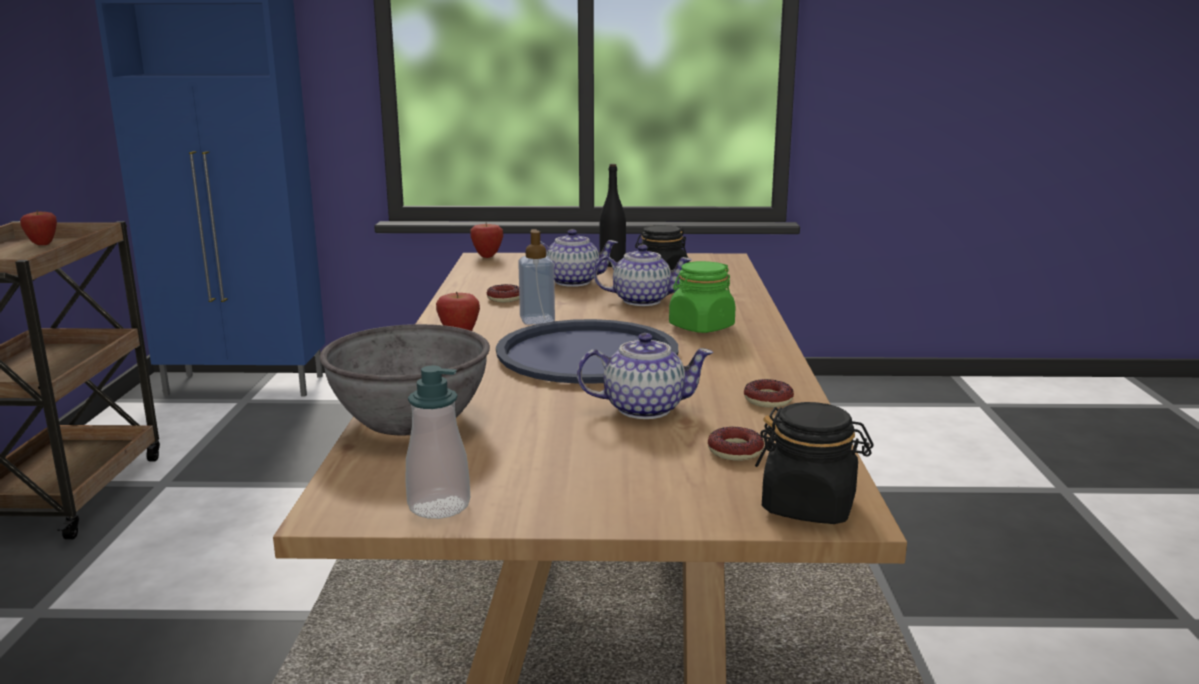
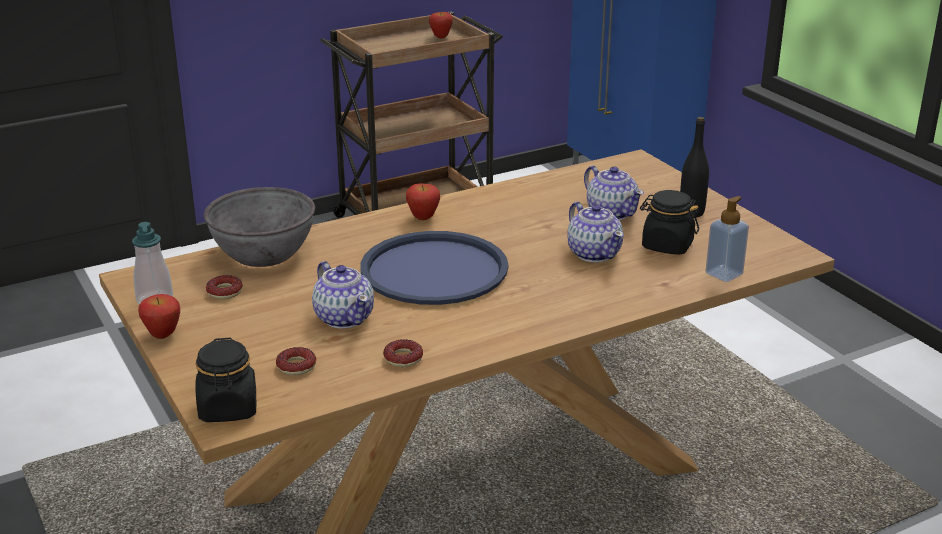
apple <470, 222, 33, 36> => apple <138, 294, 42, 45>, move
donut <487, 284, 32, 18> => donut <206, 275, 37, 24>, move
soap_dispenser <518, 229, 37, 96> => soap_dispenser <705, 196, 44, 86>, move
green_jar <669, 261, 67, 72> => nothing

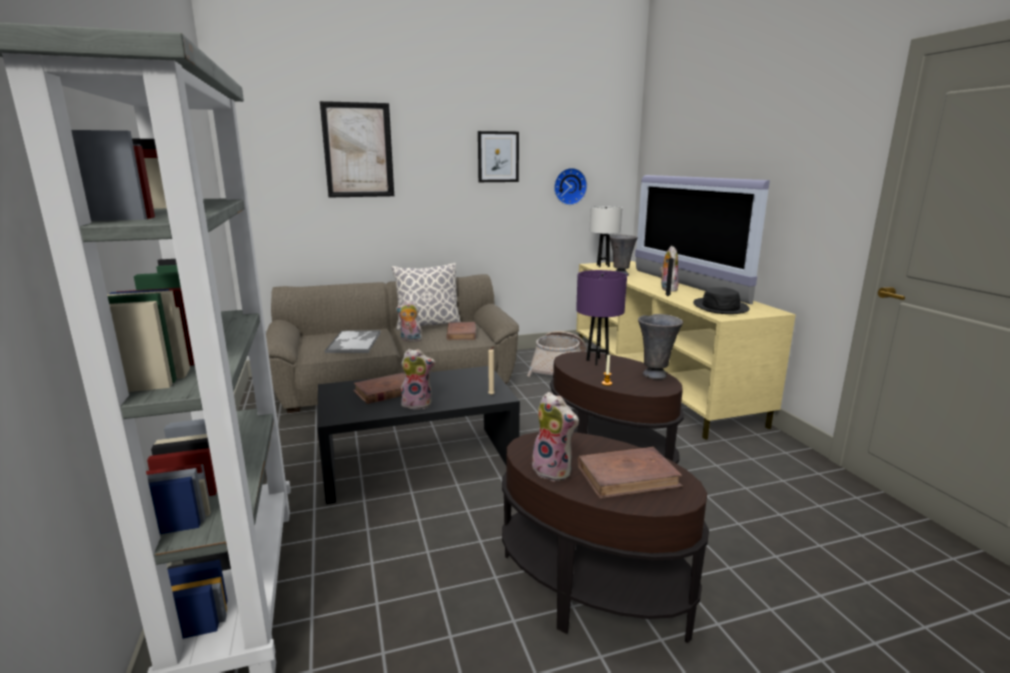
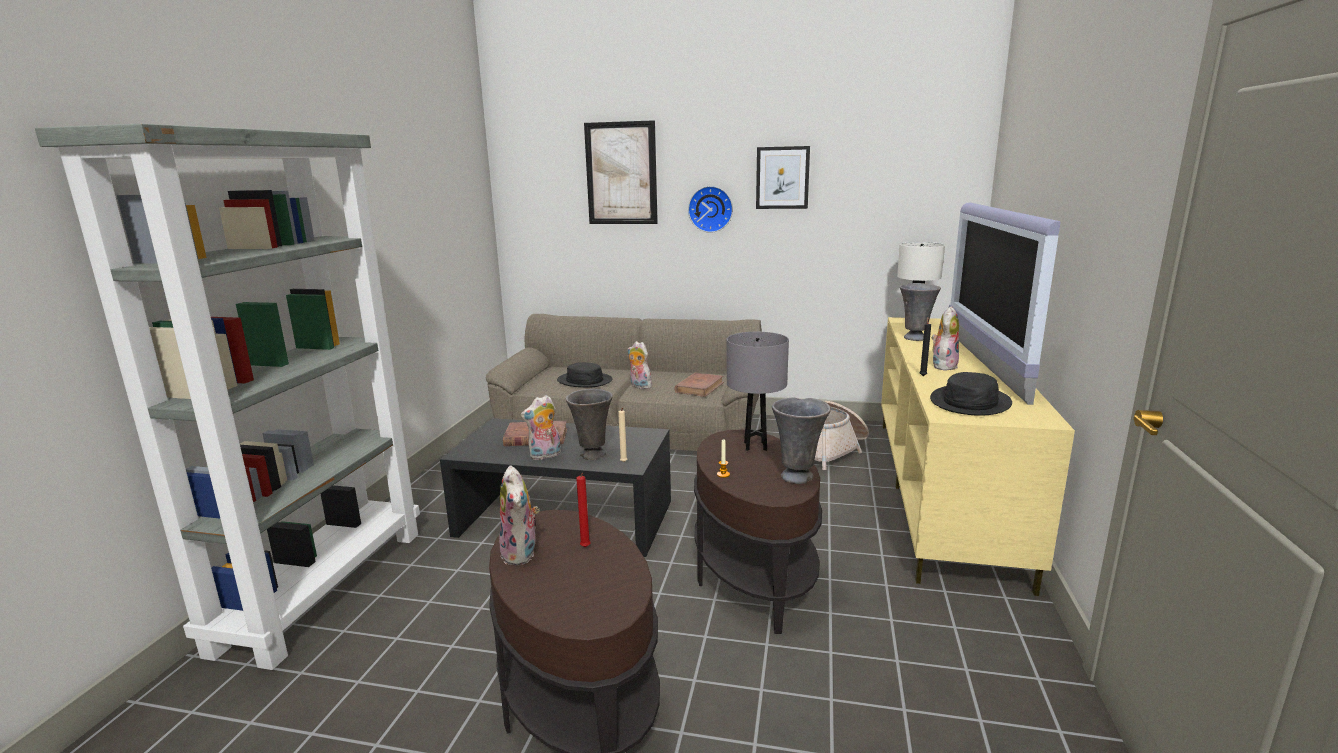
tray <324, 330, 57, 23> => black_hat <557, 362, 56, 26>
pillow <392, 263, 69, 67> => nothing
plush_toy <401, 349, 34, 61> => plush_toy <521, 395, 40, 65>, 120 degrees clockwise
wall_clock <554, 168, 33, 37> => wall_clock <688, 186, 45, 47>, move
purple_table_lamp <576, 270, 51, 95> => grey_table_lamp <727, 332, 62, 119>
brown_book <578, 447, 105, 52> => nothing
nothing => grey_vase <566, 389, 47, 71>
nothing => red_candle <576, 473, 15, 74>

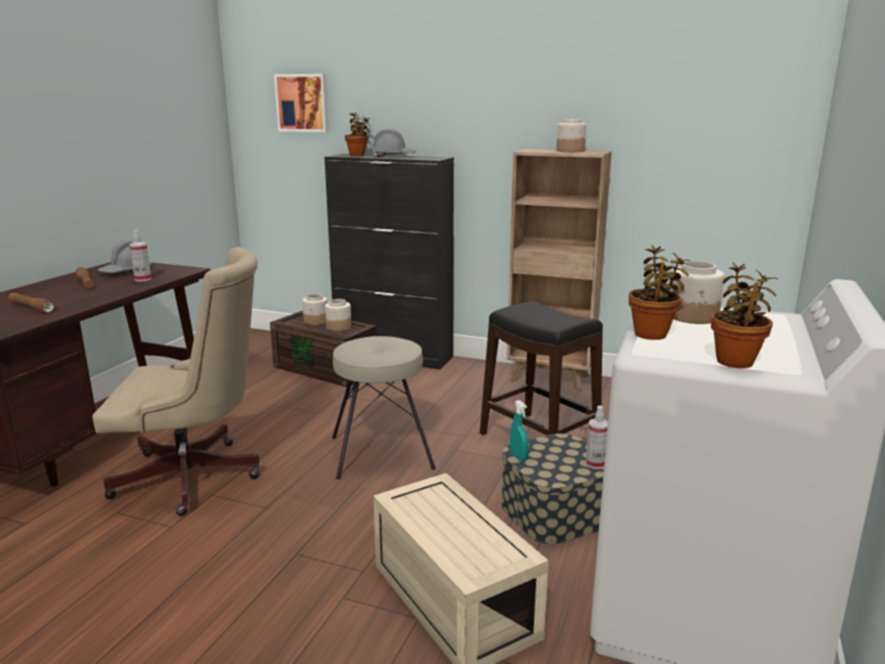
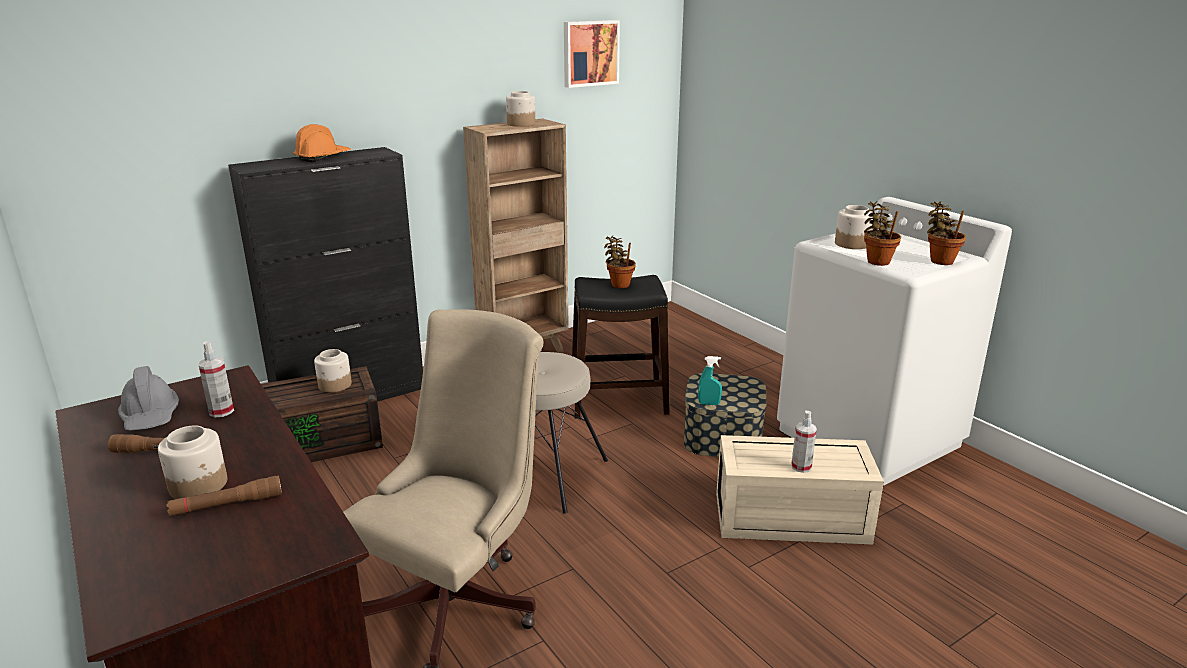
picture <274, 74, 55, 58> => picture <564, 20, 56, 68>, move
jar <302, 294, 26, 31> => jar <158, 426, 69, 73>, move
potted_plant <345, 113, 26, 43> => potted_plant <604, 236, 32, 52>, move
grey_hard_hat <373, 129, 43, 28> => orange_hard_hat <293, 124, 58, 38>
spray_bottle <586, 406, 22, 63> => spray_bottle <791, 411, 26, 62>, move

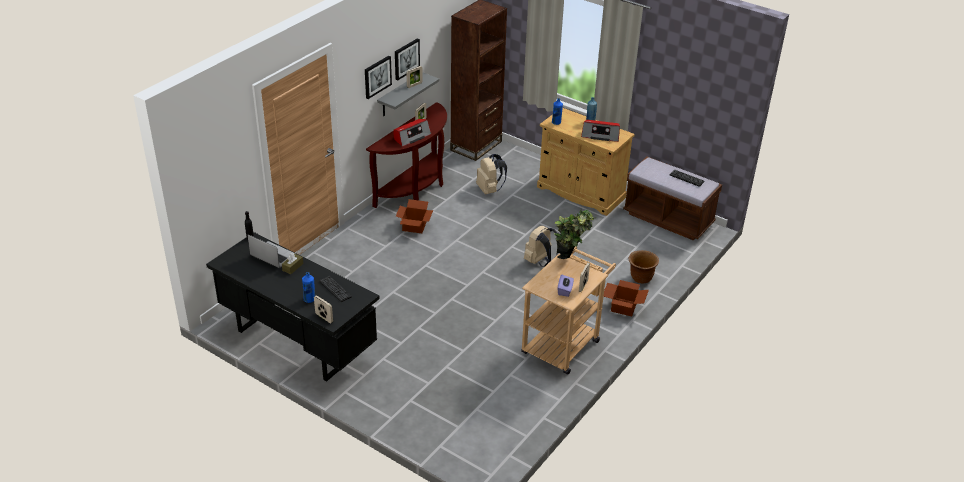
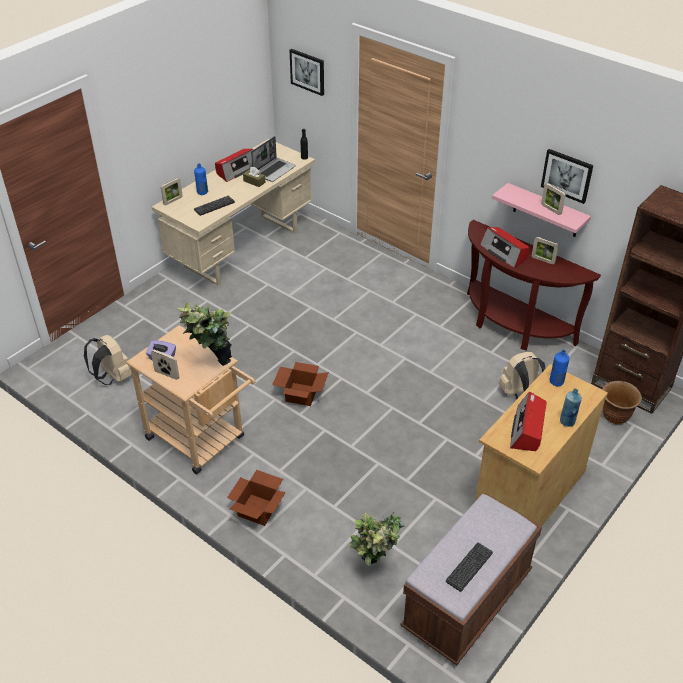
black_desk <206, 232, 174, 149> => beige_desk <152, 139, 163, 147>
picture <365, 56, 27, 43> => picture <289, 49, 35, 47>, move
grey_shelf <377, 72, 62, 44> => pink_shelf <492, 183, 99, 54>
cardboard_box <396, 199, 37, 34> => cardboard_box <272, 362, 57, 44>, move
beige_backpack <524, 226, 33, 41> => beige_backpack <84, 335, 48, 50>, move
brown_planter <629, 250, 30, 34> => brown_planter <602, 381, 40, 43>, move
nothing => radio <215, 149, 38, 33>
nothing => potted_plant <349, 512, 55, 54>

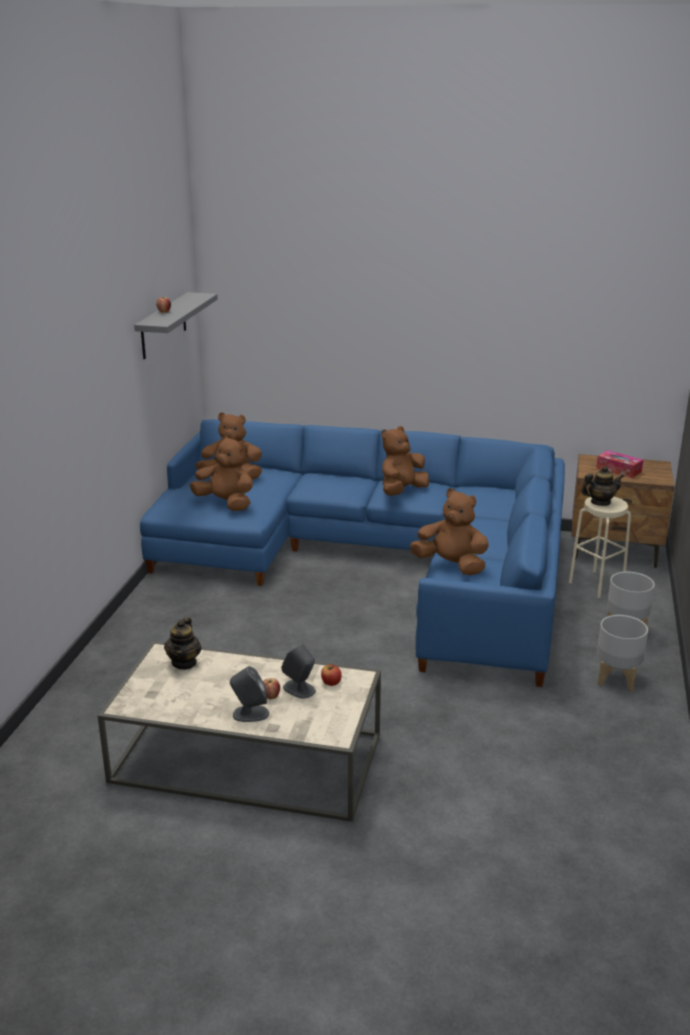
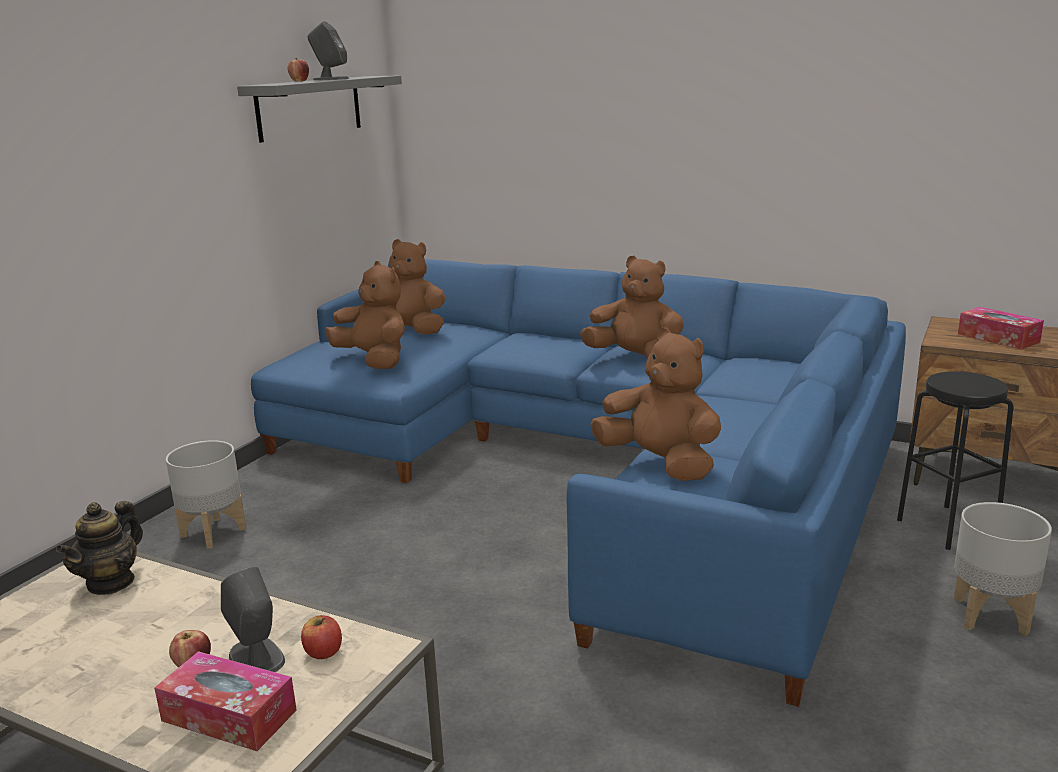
grey_speaker <230, 666, 39, 56> => grey_speaker <308, 21, 41, 59>, move
brown_plush_toy <381, 426, 48, 70> => brown_plush_toy <580, 255, 104, 104>, 60 degrees clockwise
beige_stool <569, 497, 62, 101> => black_stool <897, 372, 116, 178>
teapot <581, 466, 43, 40> => nothing
grey_planter <597, 615, 51, 77> => grey_planter <166, 440, 80, 108>, move
nothing => tissue_box <154, 651, 143, 100>

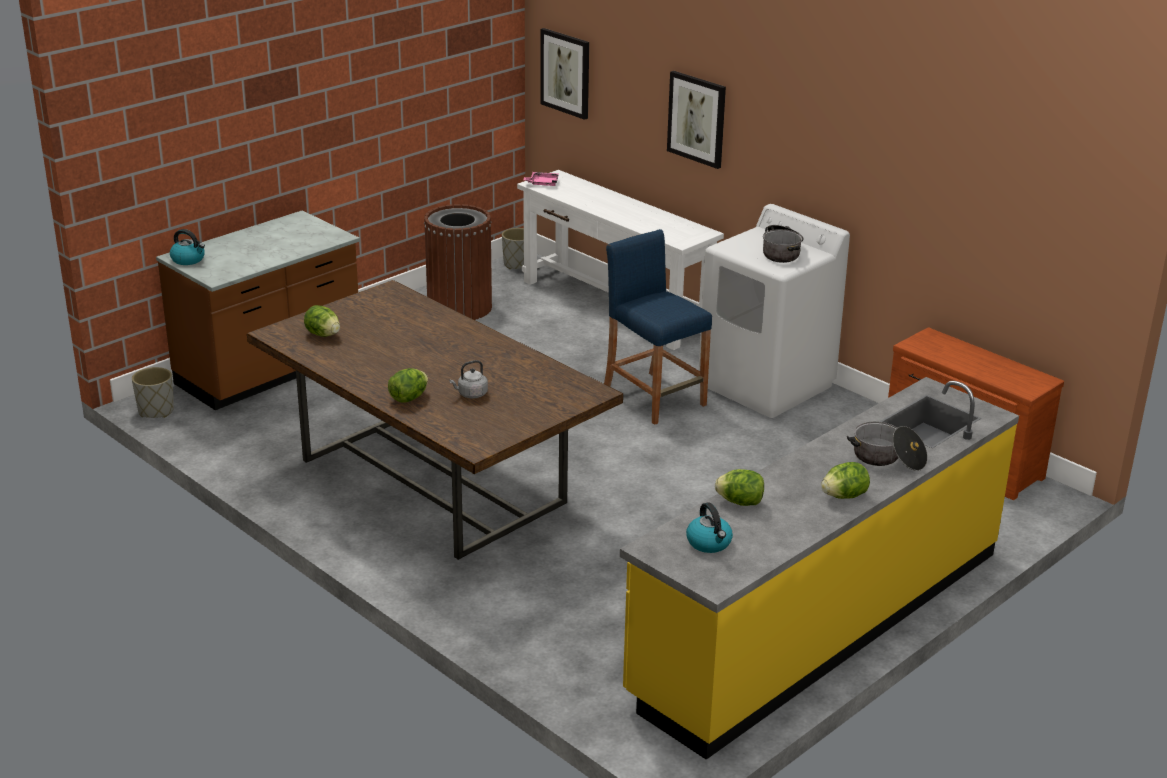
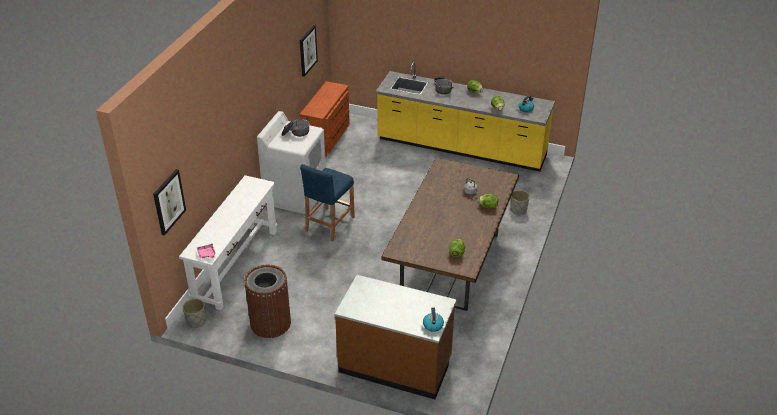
grey_planter <132, 367, 42, 51> => grey_planter <510, 190, 20, 25>, move
picture <667, 71, 59, 98> => picture <300, 25, 18, 52>, move

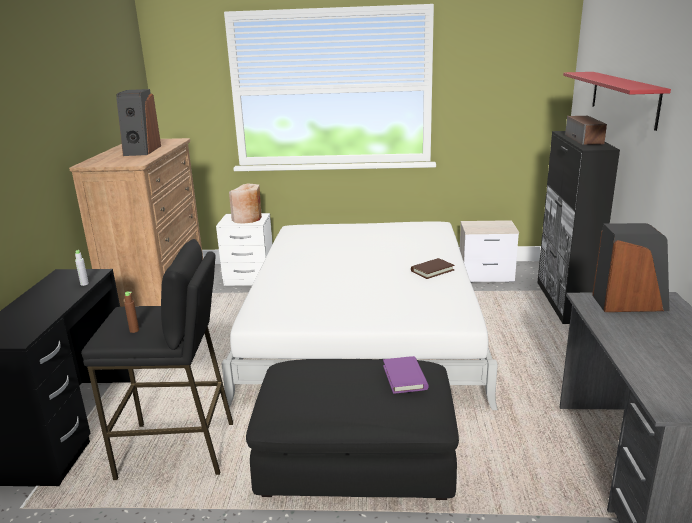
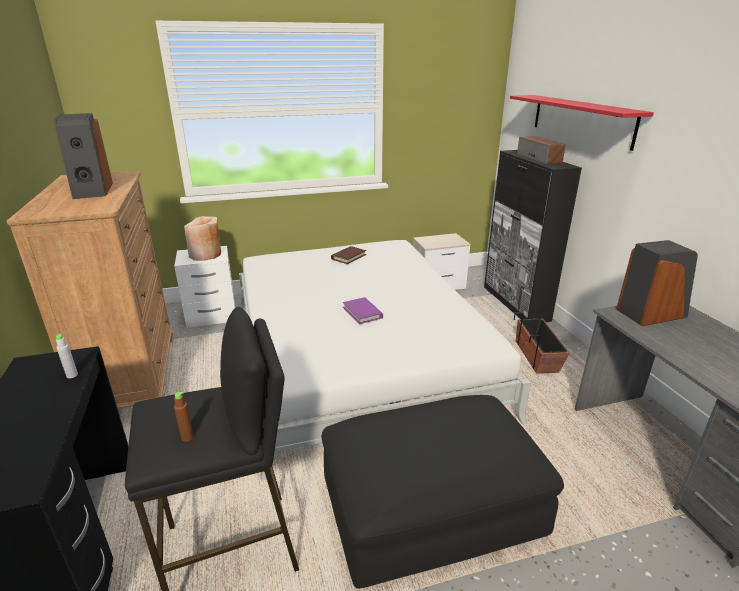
purple_book <383, 356, 45, 38> => purple_book <343, 297, 40, 27>, move
brown_book <411, 258, 44, 21> => brown_book <331, 246, 35, 18>, move
nothing => planter <514, 312, 56, 62>

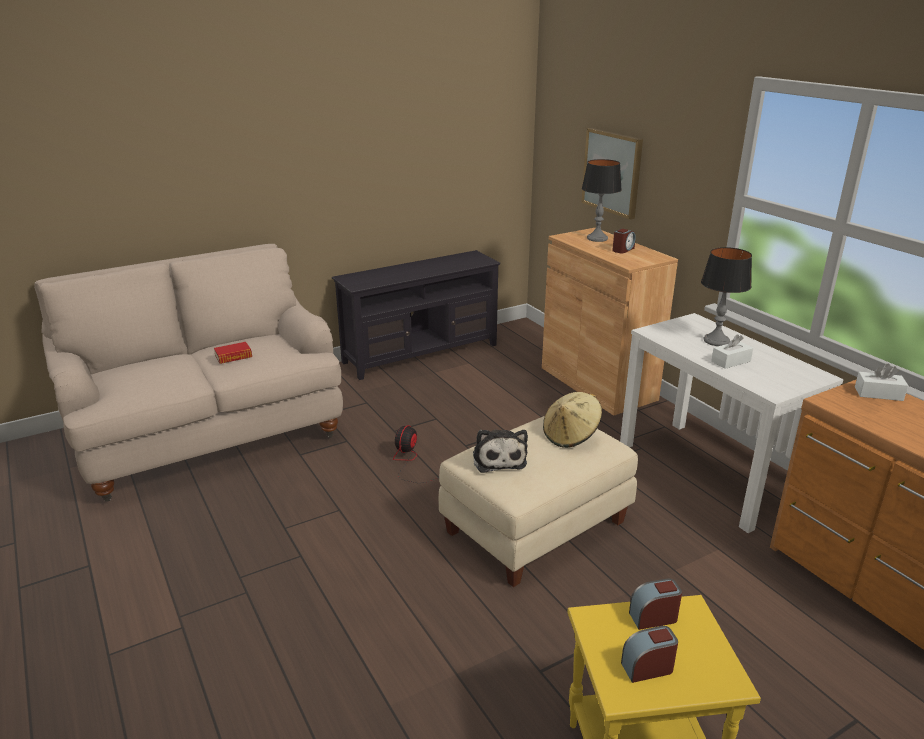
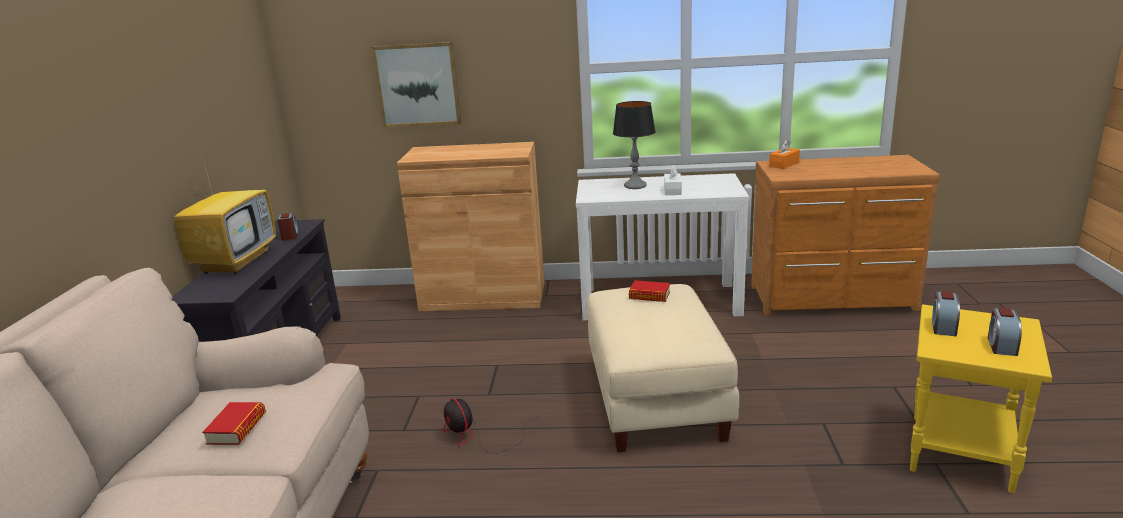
plush_toy <473, 430, 55, 43> => nothing
beige_hat <543, 392, 59, 56> => book <629, 280, 41, 22>
table_lamp <582, 159, 40, 83> => nothing
alarm_clock <612, 229, 24, 25> => alarm_clock <277, 213, 21, 28>, move
white_tissue_box <855, 364, 53, 37> => orange_tissue_box <769, 139, 31, 30>
nothing => television <174, 155, 102, 119>

